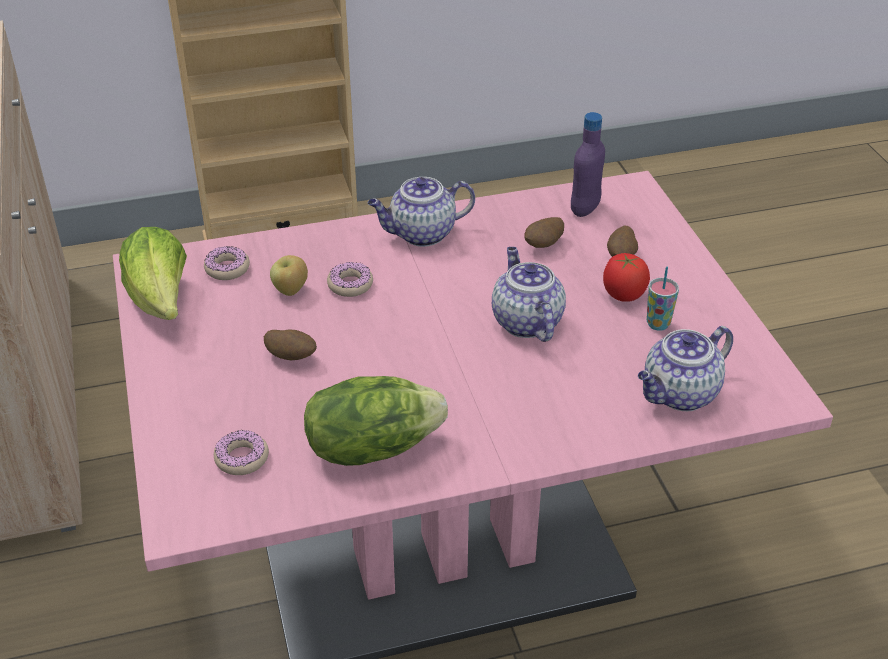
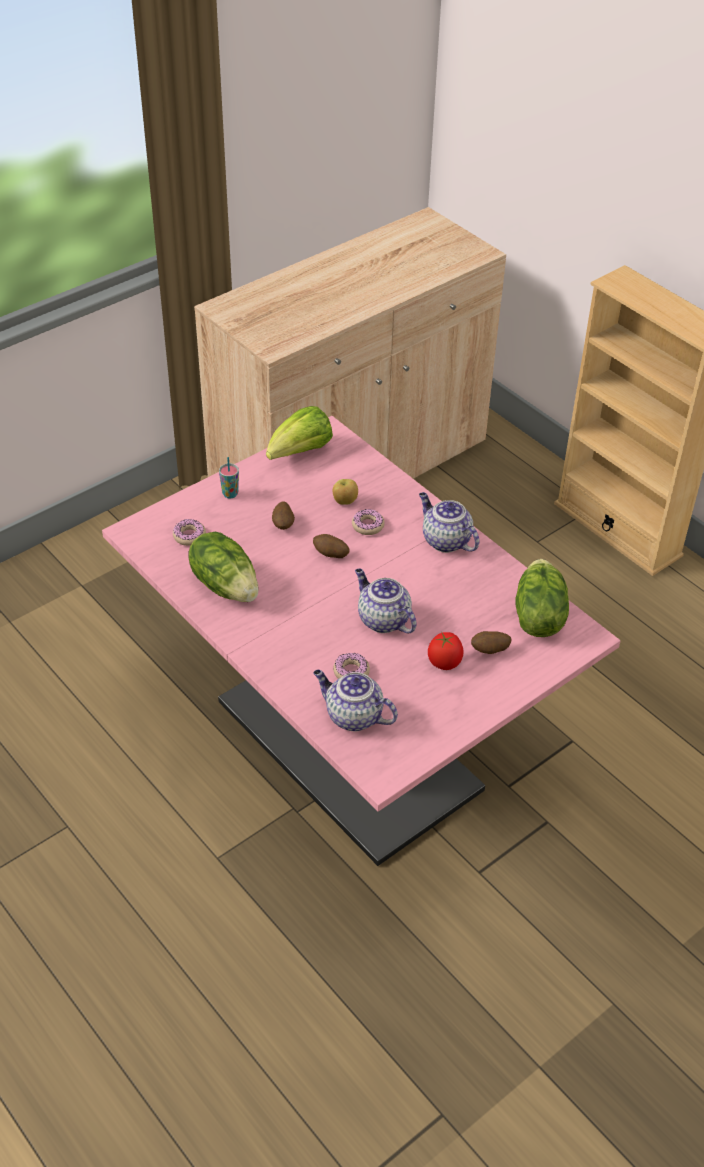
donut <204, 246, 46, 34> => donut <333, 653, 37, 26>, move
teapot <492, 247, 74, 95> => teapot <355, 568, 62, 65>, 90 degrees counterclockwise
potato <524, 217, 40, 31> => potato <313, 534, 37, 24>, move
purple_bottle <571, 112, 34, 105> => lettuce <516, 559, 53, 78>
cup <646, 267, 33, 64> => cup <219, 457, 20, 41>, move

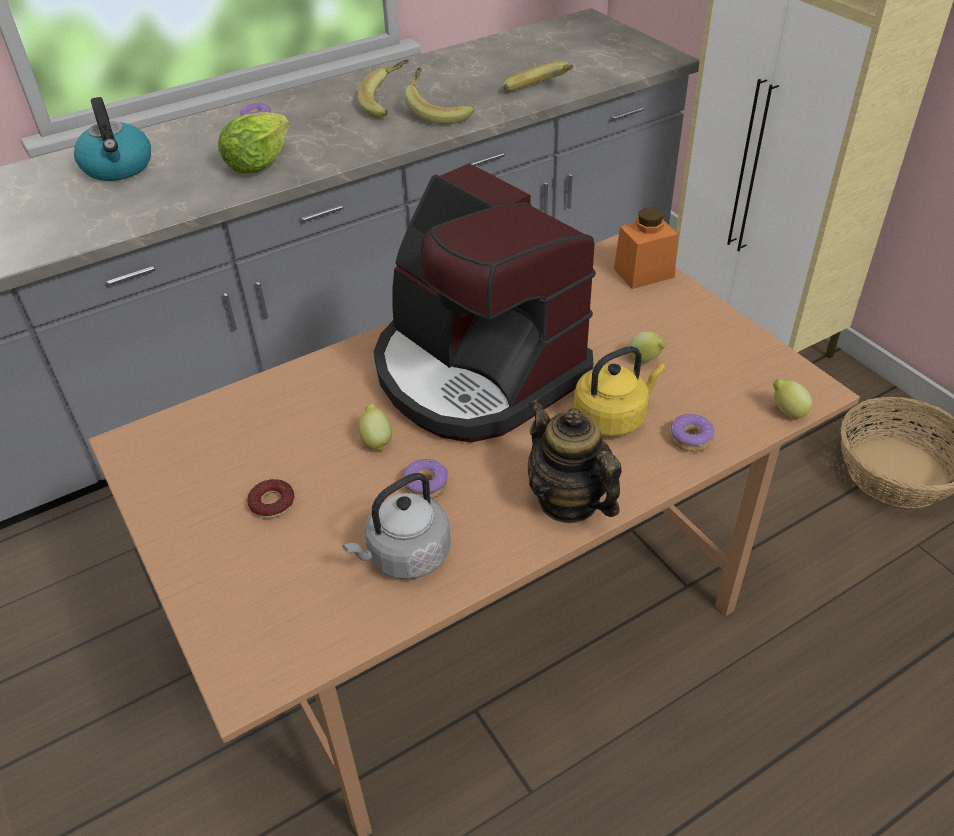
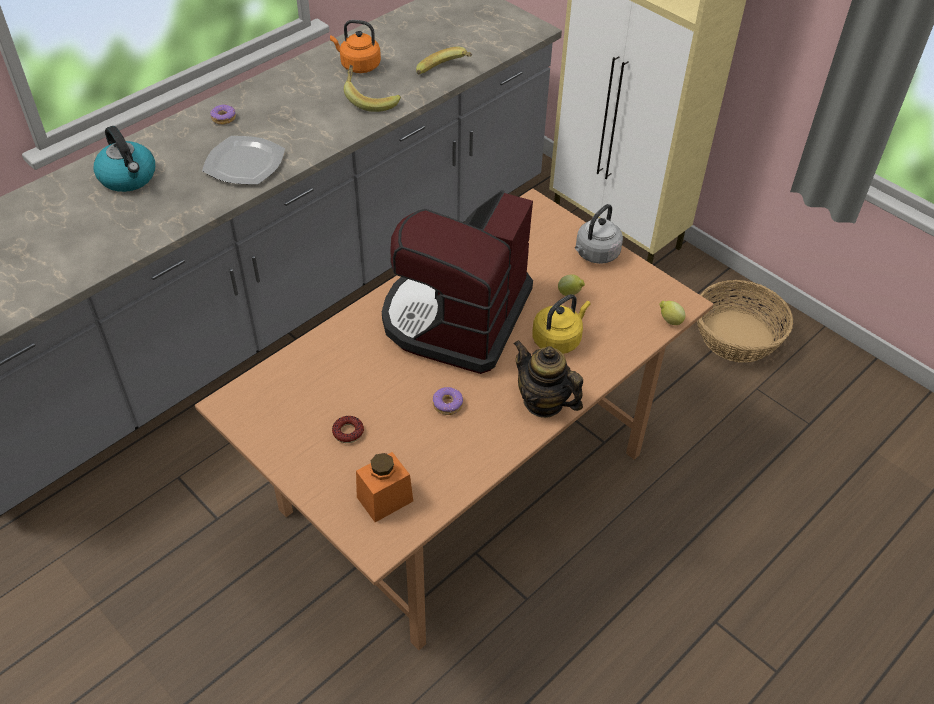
lettuce <218, 112, 72, 61> => plate <202, 136, 83, 49>
grey_kettle <342, 473, 109, 106> => grey_kettle <575, 204, 48, 60>, move
banana <358, 59, 51, 59> => nothing
lemon <358, 403, 34, 48> => nothing
coffee_machine <374, 163, 222, 280> => coffee_machine <382, 190, 151, 184>, 75 degrees clockwise
orange_jar <614, 208, 64, 81> => orange_jar <356, 452, 57, 70>, move
donut <670, 414, 45, 38> => nothing
nothing => orange_kettle <330, 20, 51, 53>

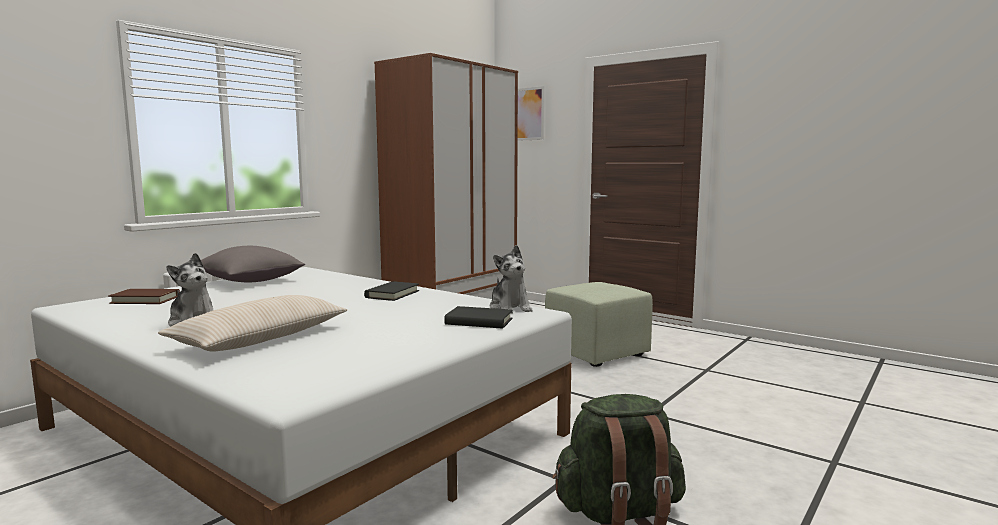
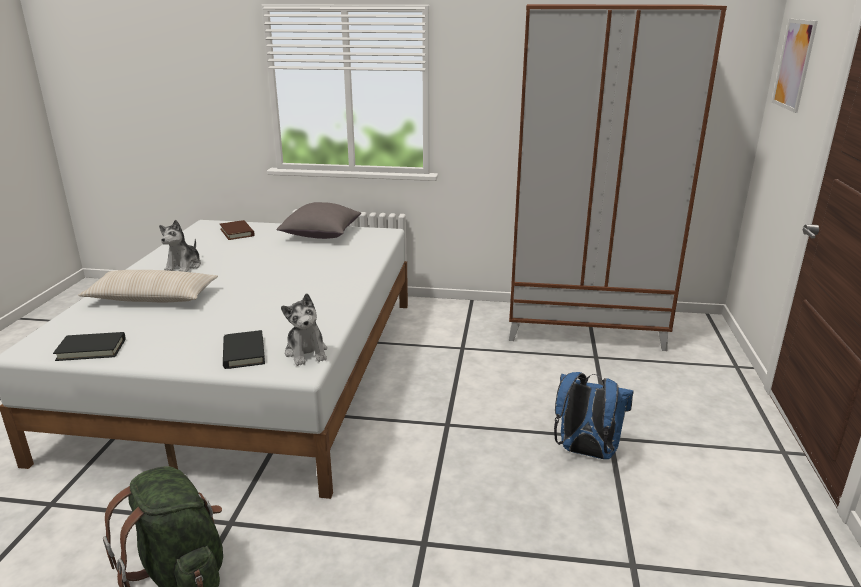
black_book <364, 281, 55, 20> => black_book <53, 332, 73, 29>, move
plush_toy <490, 245, 42, 69> => plush_toy <281, 294, 46, 72>, 60 degrees counterclockwise
green_ottoman <545, 282, 108, 85> => blue_backpack <554, 372, 79, 87>

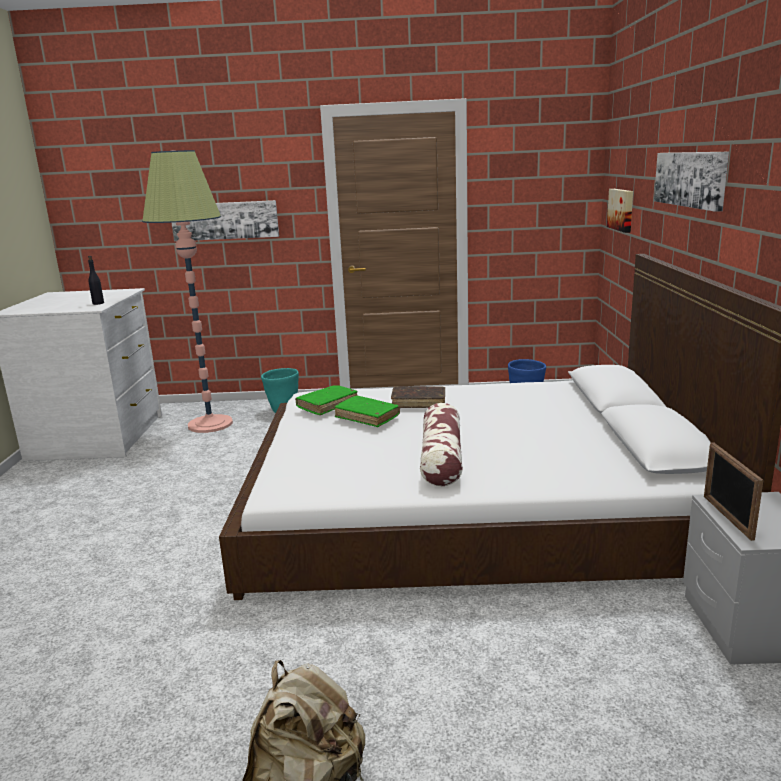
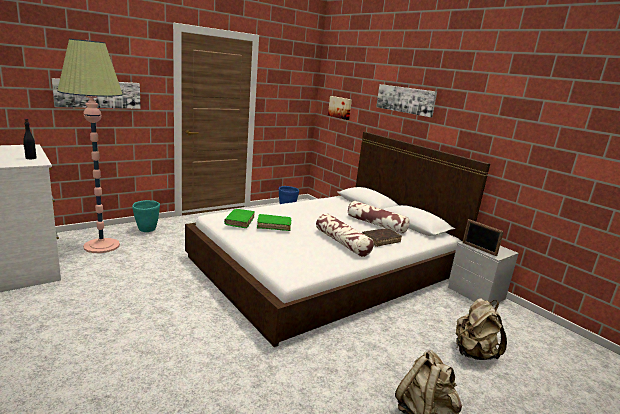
brown_book <391, 386, 54, 22> => brown_book <362, 228, 40, 19>, move
nothing => pillow <348, 201, 62, 33>
nothing => beige_backpack <456, 298, 51, 62>

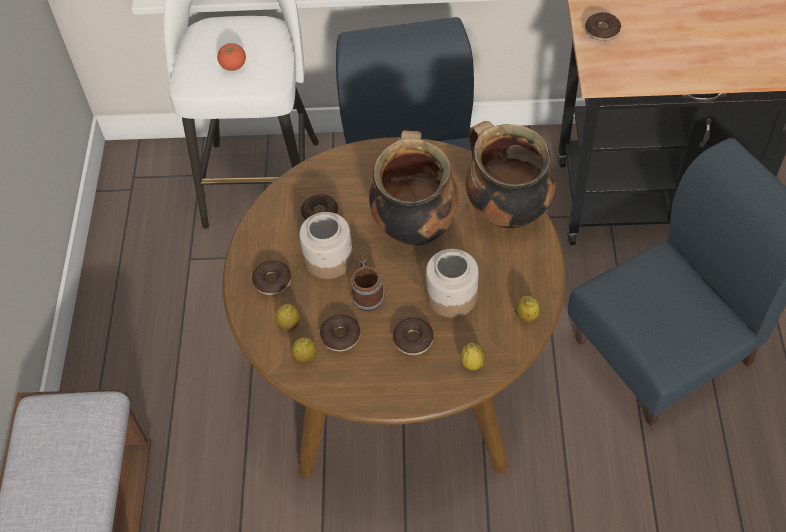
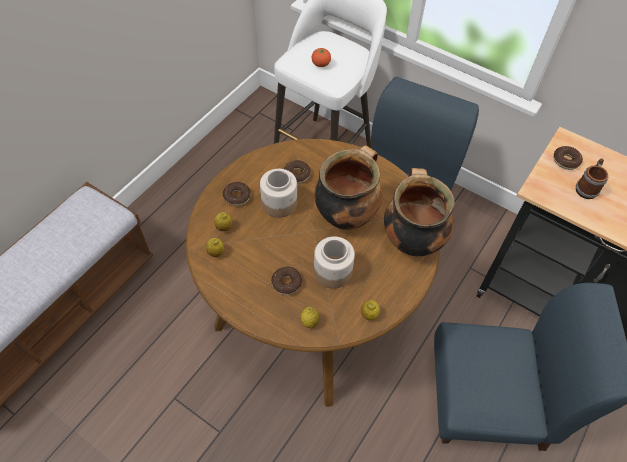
donut <320, 314, 41, 38> => nothing
mug <351, 254, 33, 57> => mug <576, 158, 32, 41>, move

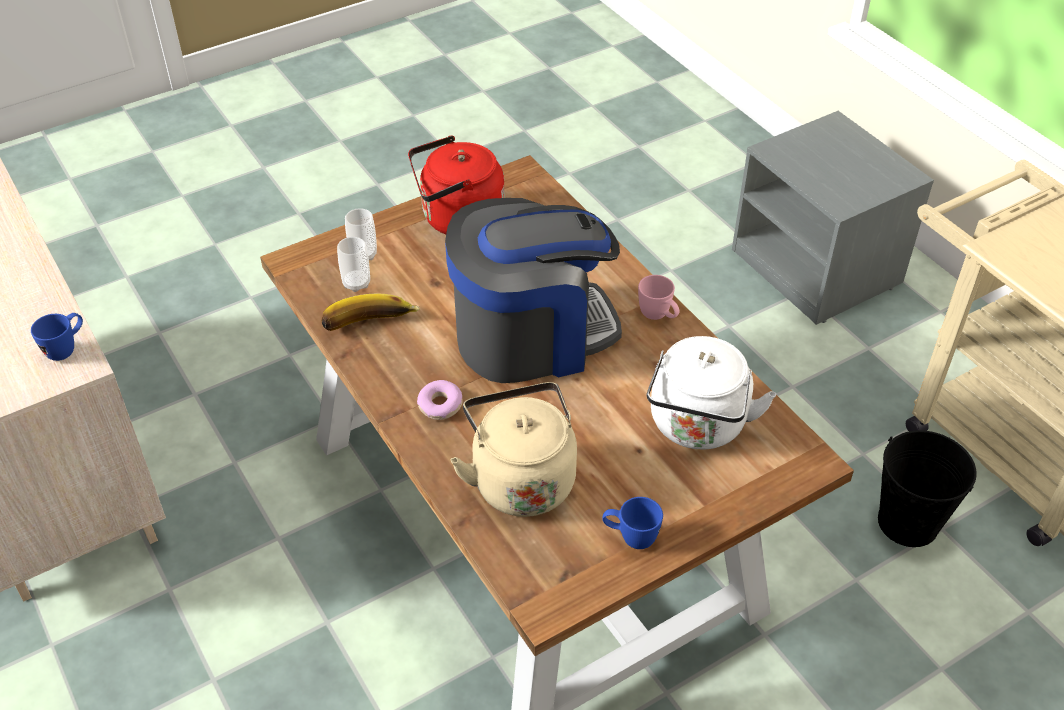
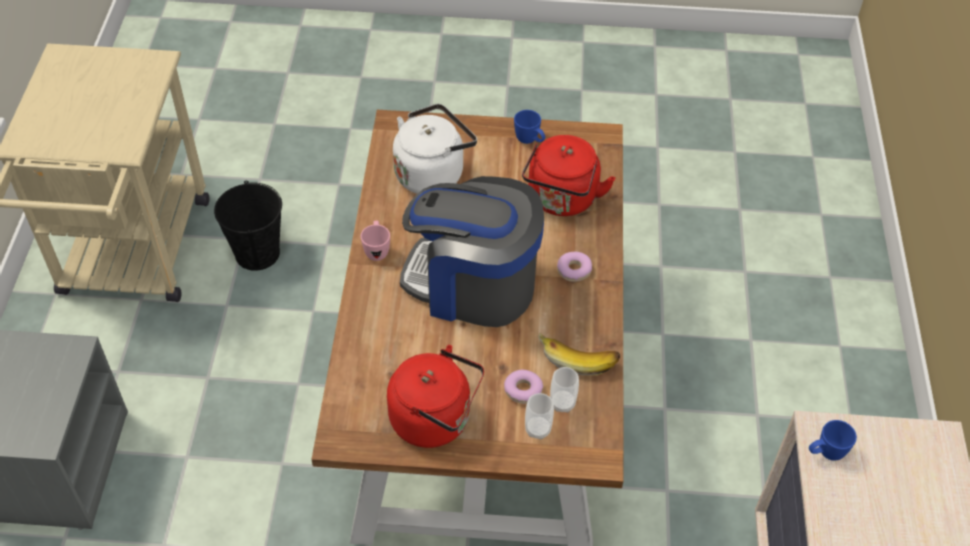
beige_kettle <450, 382, 127, 135> => red_kettle <522, 135, 94, 81>
nothing => donut <504, 370, 39, 34>

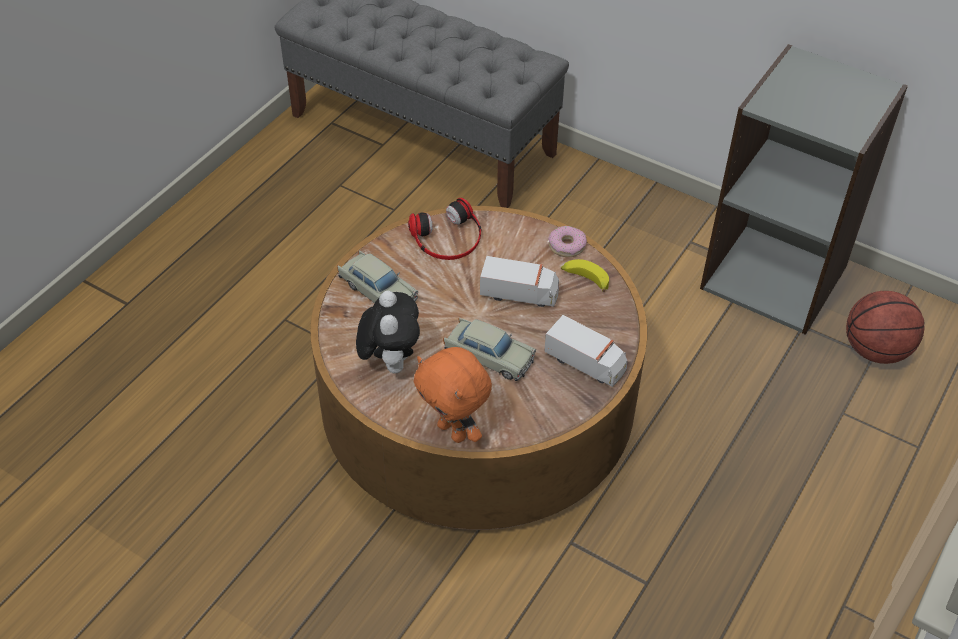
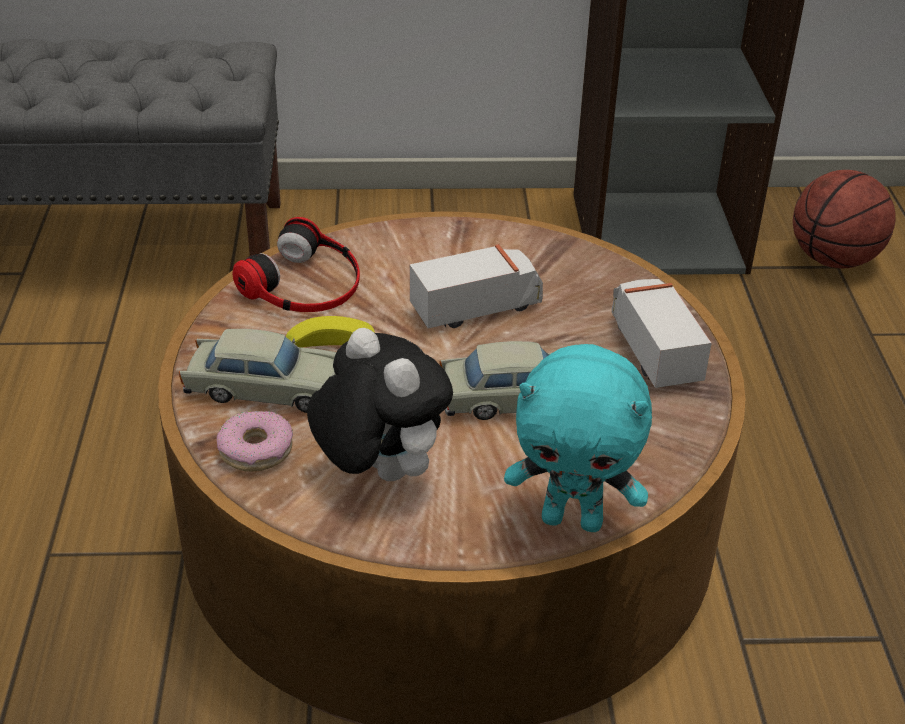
orange_plush_toy <413, 347, 79, 96> => turquoise_plush_toy <504, 344, 148, 188>
toy_truck <544, 315, 83, 72> => toy_truck <611, 279, 101, 109>, 105 degrees counterclockwise
donut <548, 226, 39, 31> => donut <217, 411, 76, 61>, move
banana <561, 259, 48, 33> => banana <286, 316, 89, 32>, move

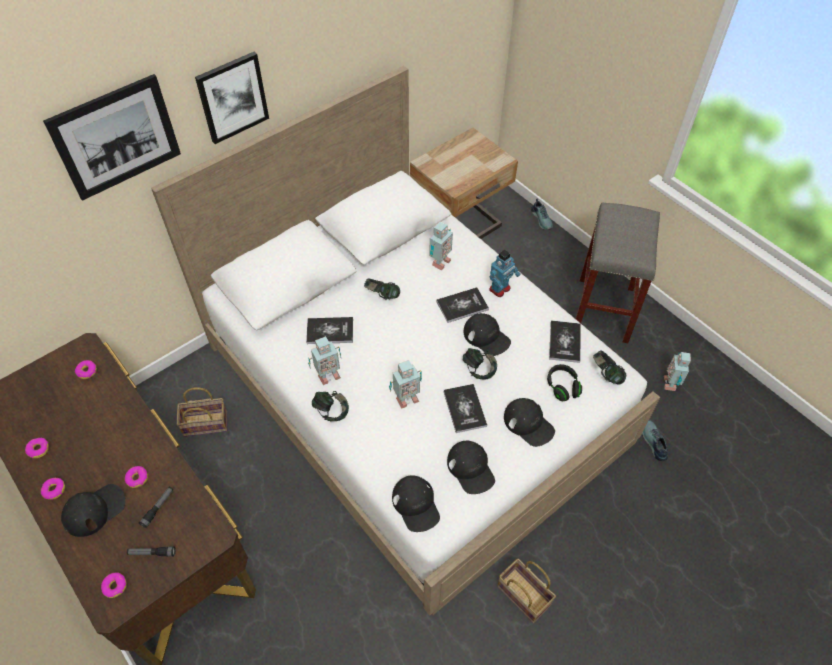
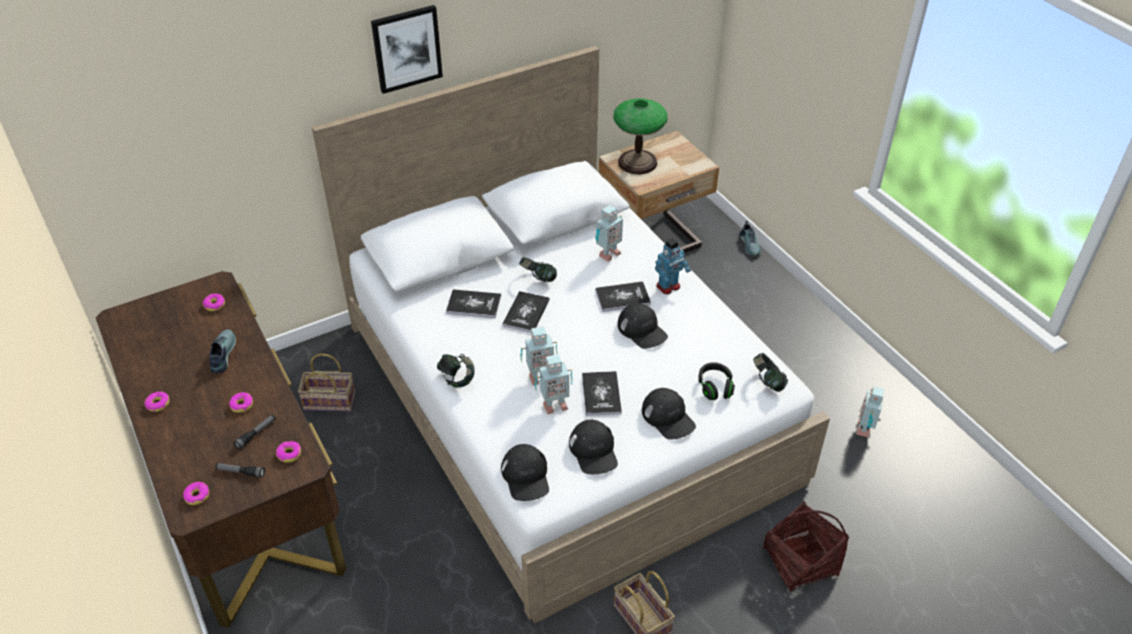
donut <25, 438, 24, 20> => donut <276, 441, 25, 22>, move
picture <43, 74, 138, 127> => nothing
black_cap <61, 484, 64, 53> => nothing
toy_robot <308, 336, 33, 49> => toy_robot <534, 354, 38, 60>, move
headphones <463, 348, 34, 31> => nothing
book <549, 320, 32, 43> => book <502, 291, 48, 42>, move
grey_stool <575, 202, 85, 141> => nothing
shoe <642, 420, 26, 41> => shoe <209, 329, 27, 44>, move
nothing => table_lamp <613, 98, 55, 76>
nothing => basket <763, 501, 86, 90>

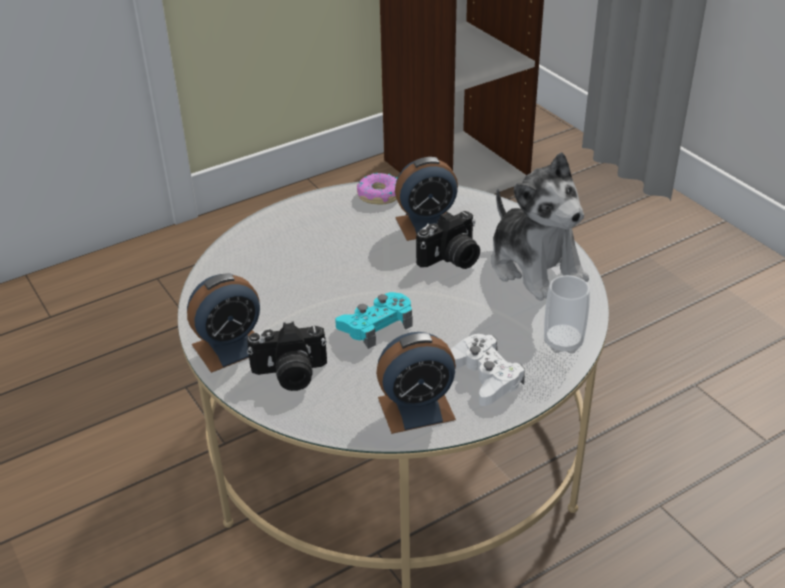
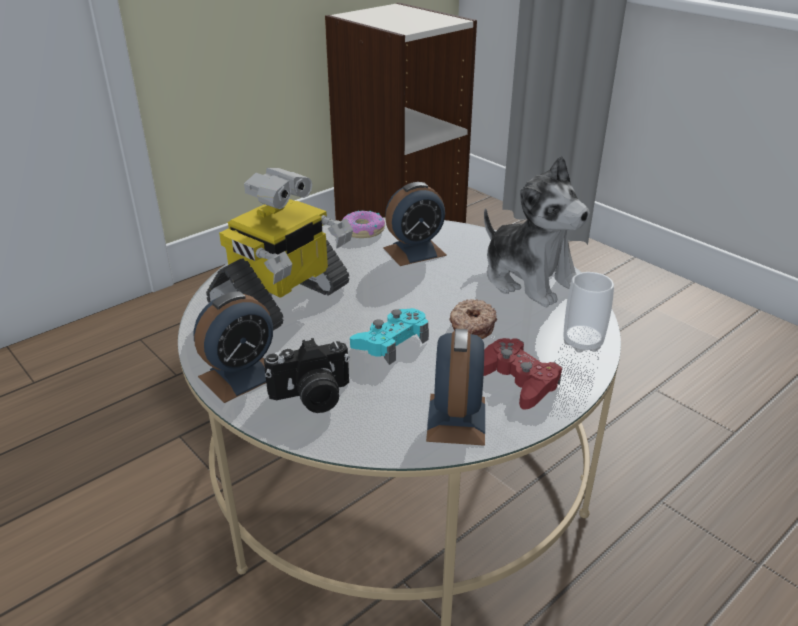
alarm_clock <376, 332, 80, 102> => alarm_clock <426, 329, 59, 117>, 120 degrees clockwise
photo_camera <416, 211, 64, 58> => nothing
white_game_controller <450, 334, 75, 72> => red_game_controller <484, 338, 78, 71>
nothing => toy_robot <206, 168, 147, 162>
nothing => donut <450, 299, 47, 40>

